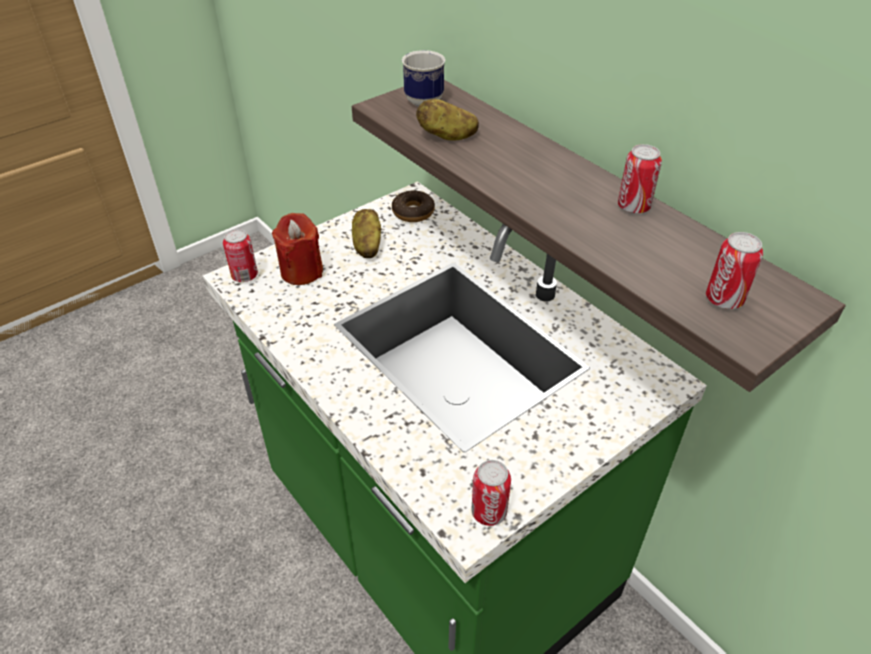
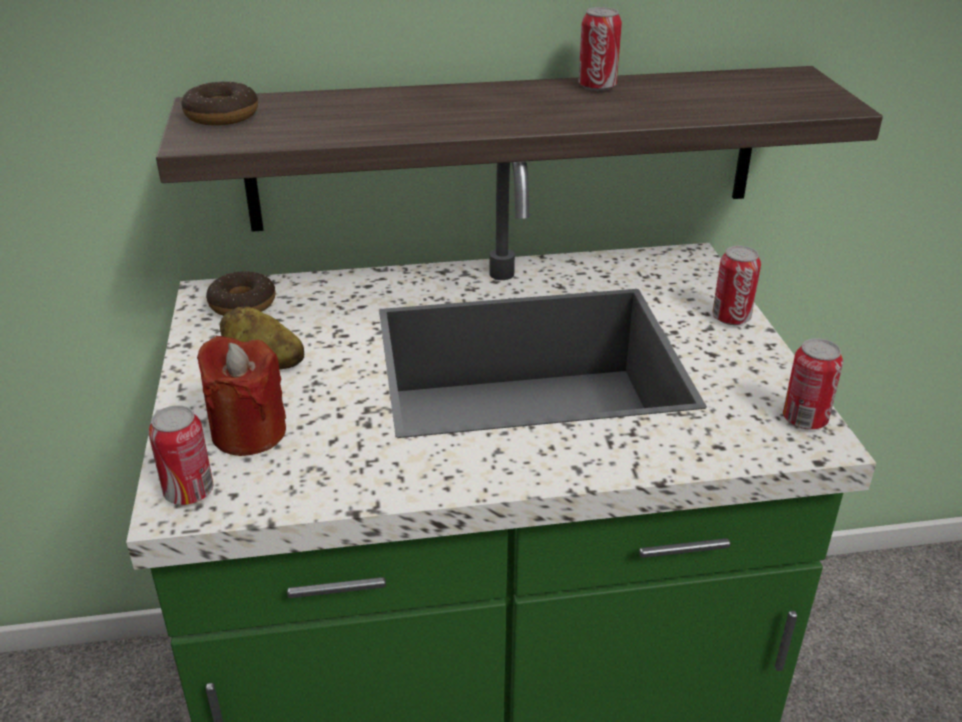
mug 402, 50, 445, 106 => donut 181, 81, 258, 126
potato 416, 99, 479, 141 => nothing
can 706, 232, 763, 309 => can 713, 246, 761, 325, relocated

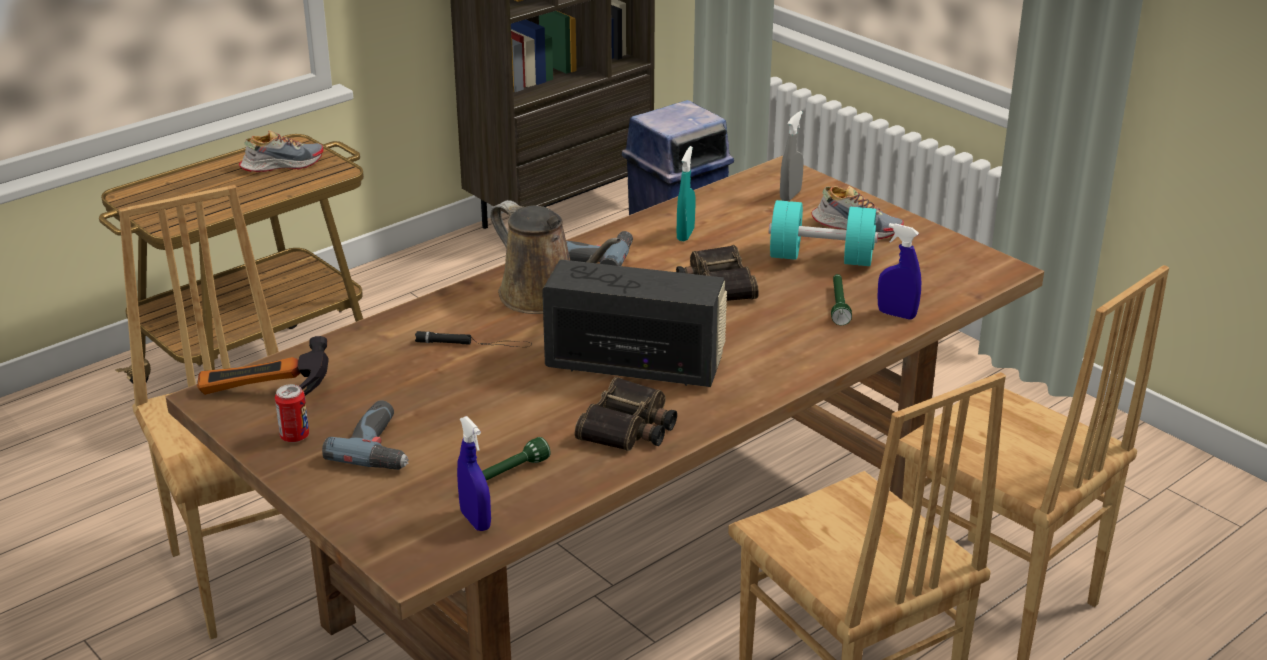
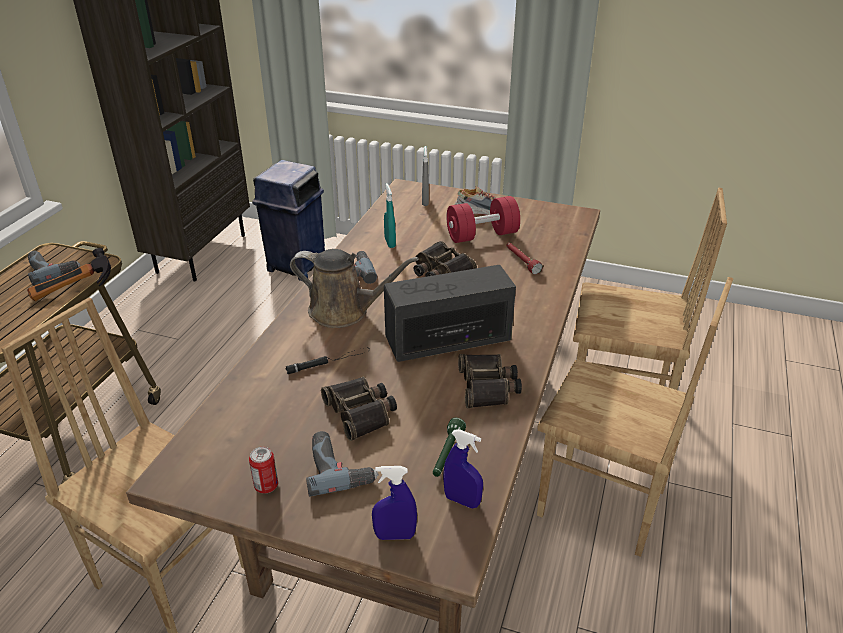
shoe 239, 130, 323, 172 => power_drill 28, 251, 80, 285
turquoise_dumbbell 769, 200, 878, 266 => red_dumbbell 446, 196, 520, 243
blue_spray_bottle 877, 223, 921, 320 => blue_spray_bottle 372, 466, 417, 540, relocated
green_flashlight 831, 274, 852, 325 => red_flashlight 507, 243, 543, 274
hammer 197, 336, 329, 396 => hammer 27, 248, 111, 301, relocated
nothing => binoculars 321, 376, 397, 441

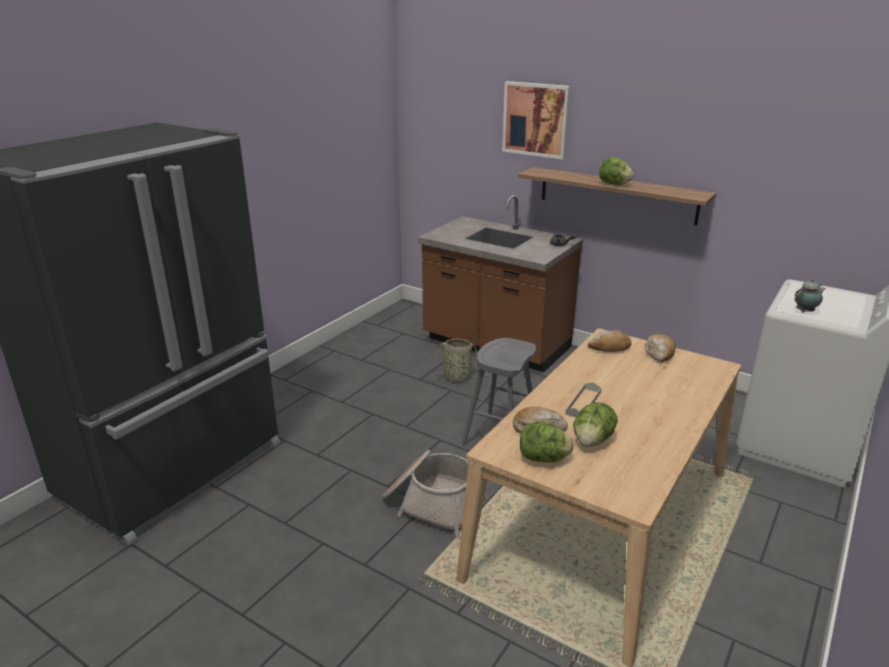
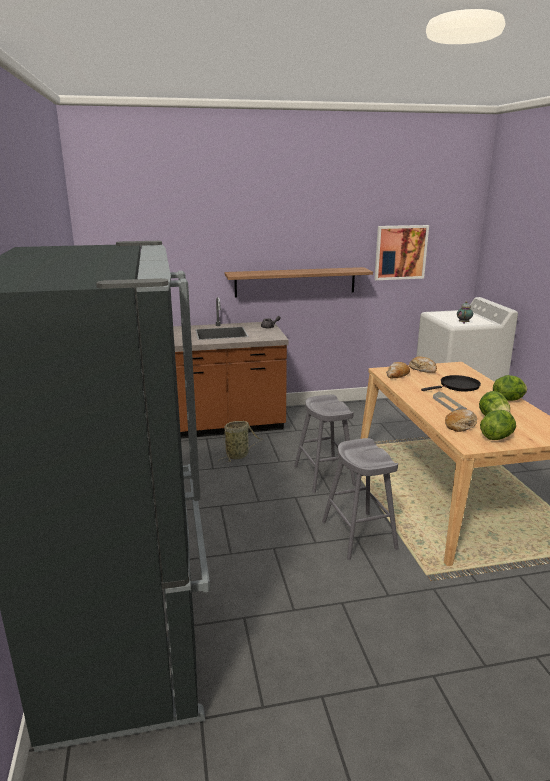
picture 502, 81, 571, 160 => picture 374, 225, 429, 280, relocated
lettuce 599, 157, 634, 185 => lettuce 493, 375, 527, 401, relocated
basket 382, 450, 488, 539 => grey_stool 322, 438, 399, 560
nothing => black_frying_pan 421, 375, 481, 392

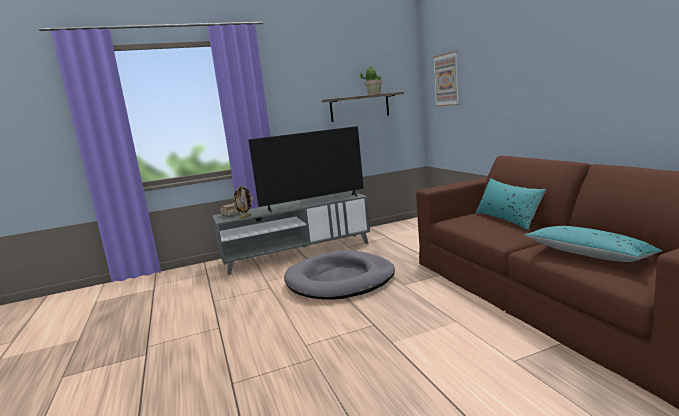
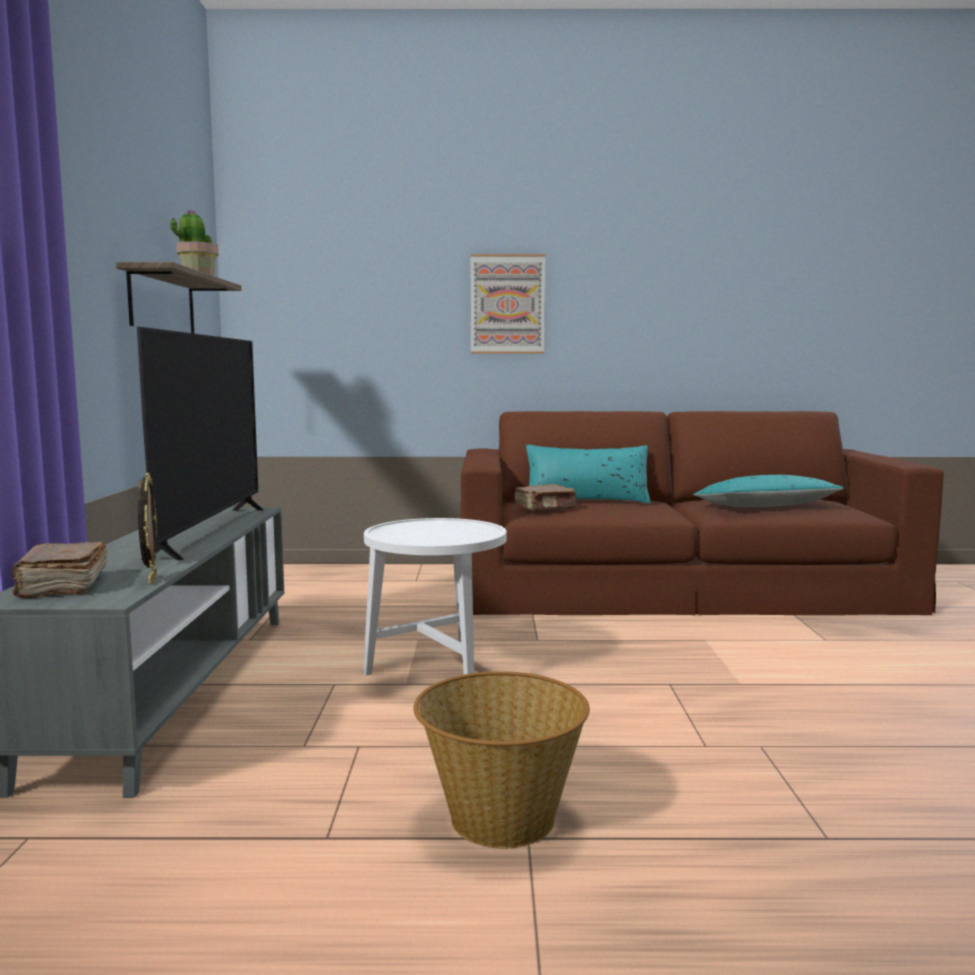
picture 433, 51, 459, 107 => picture 470, 254, 545, 354, relocated
grey_dog_bed 284, 250, 395, 300 => white_side_table 363, 518, 507, 676
nothing => brown_book 515, 484, 577, 510
nothing => basket 414, 671, 590, 848

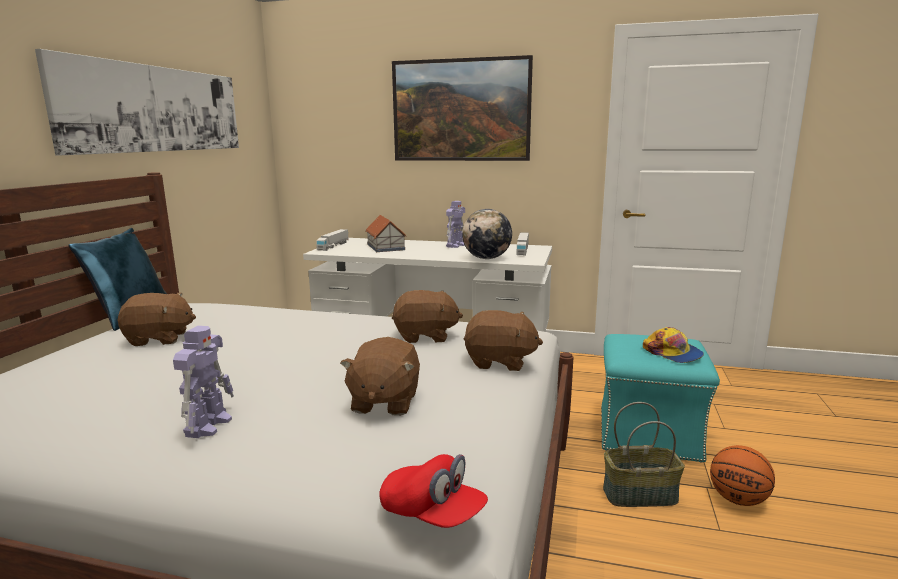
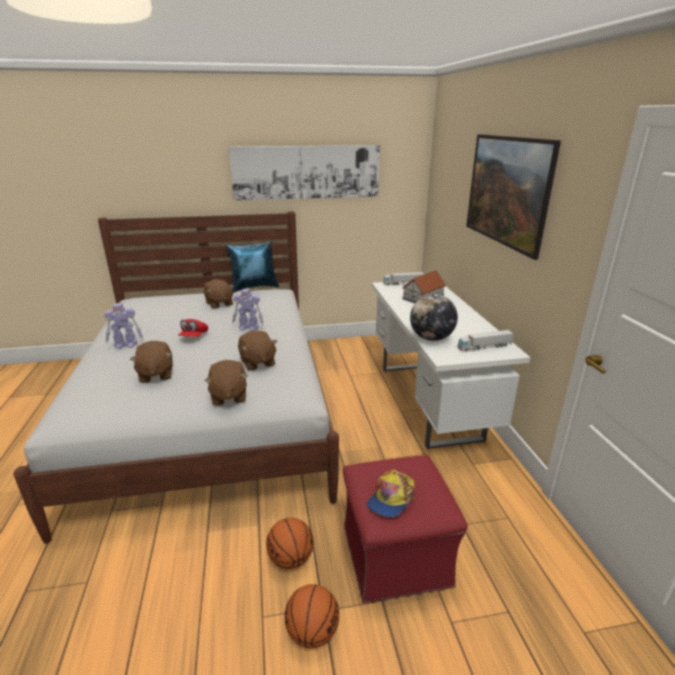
toy_robot 446, 201, 465, 248 => toy_robot 232, 289, 264, 331, relocated
turquoise_ottoman 601, 334, 720, 463 => red_ottoman 343, 455, 468, 603
brown_plush_toy 340, 337, 420, 416 => brown_plush_toy 130, 341, 173, 383, 90 degrees counterclockwise
basket 603, 402, 685, 507 => basketball 266, 518, 313, 569
red_cap 379, 454, 488, 528 => red_cap 178, 319, 208, 337, relocated

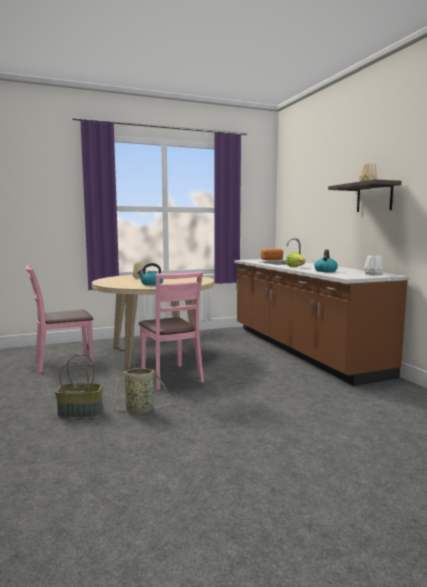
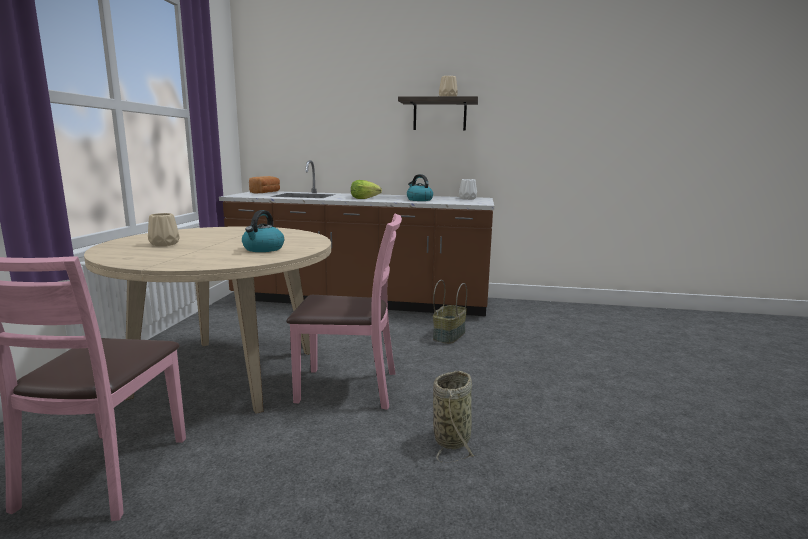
basket 55, 354, 103, 417 => basket 433, 280, 467, 344, relocated

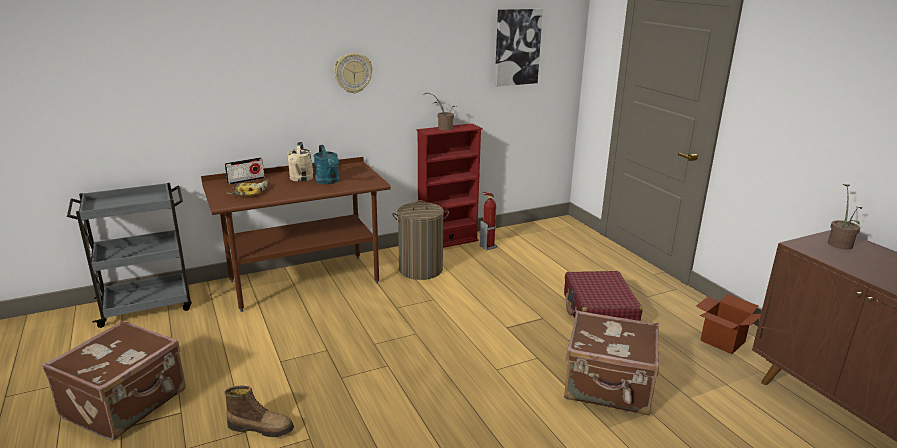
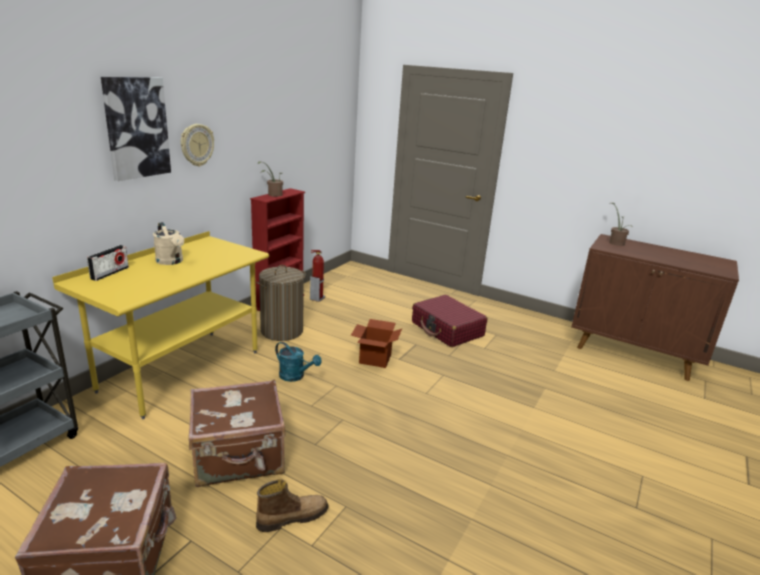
picture 495, 9, 543, 86 => picture 101, 77, 171, 181, relocated
turquoise_watering_can 314, 145, 340, 184 => turquoise_watering_can 275, 342, 322, 382, relocated
brown_desk 201, 157, 391, 312 => yellow_desk 52, 231, 269, 419
power_drill 226, 179, 270, 196 => nothing
cardboard_box 696, 294, 761, 354 => cardboard_box 351, 319, 402, 368, relocated
brown_suitcase 564, 310, 659, 415 => brown_suitcase 189, 380, 285, 487, relocated

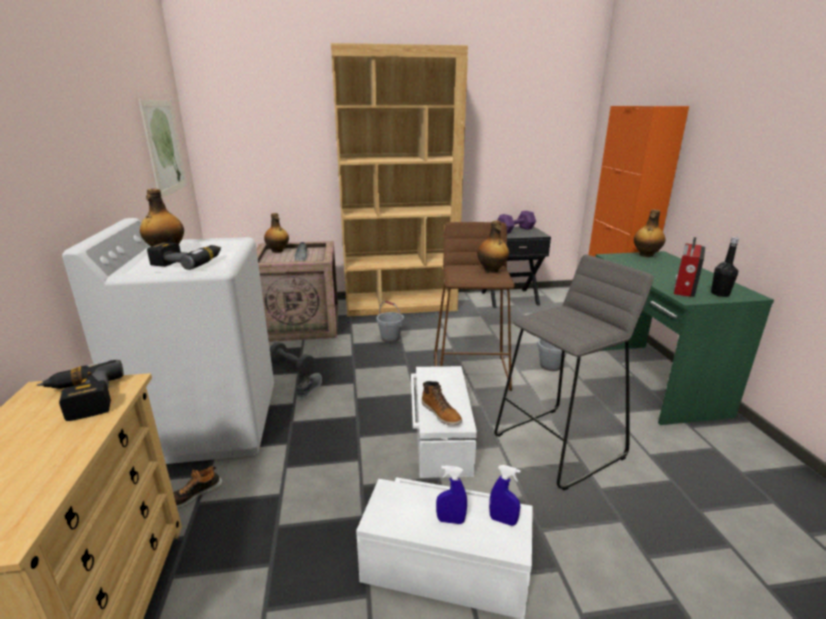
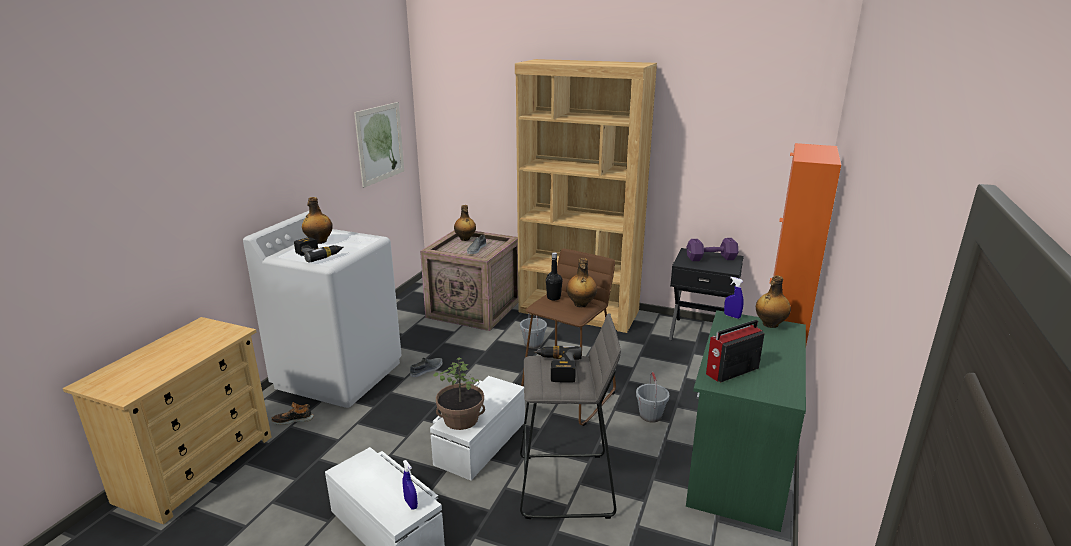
black_bottle 711, 237, 739, 297 => black_bottle 546, 252, 563, 301, relocated
grey_dumbbell 270, 342, 315, 374 => nothing
power_drill 37, 360, 124, 421 => power_drill 533, 346, 582, 383, relocated
boot 422, 381, 462, 425 => potted_plant 433, 358, 485, 430
blue_spray_bottle 436, 465, 467, 524 => blue_spray_bottle 724, 277, 744, 319, relocated

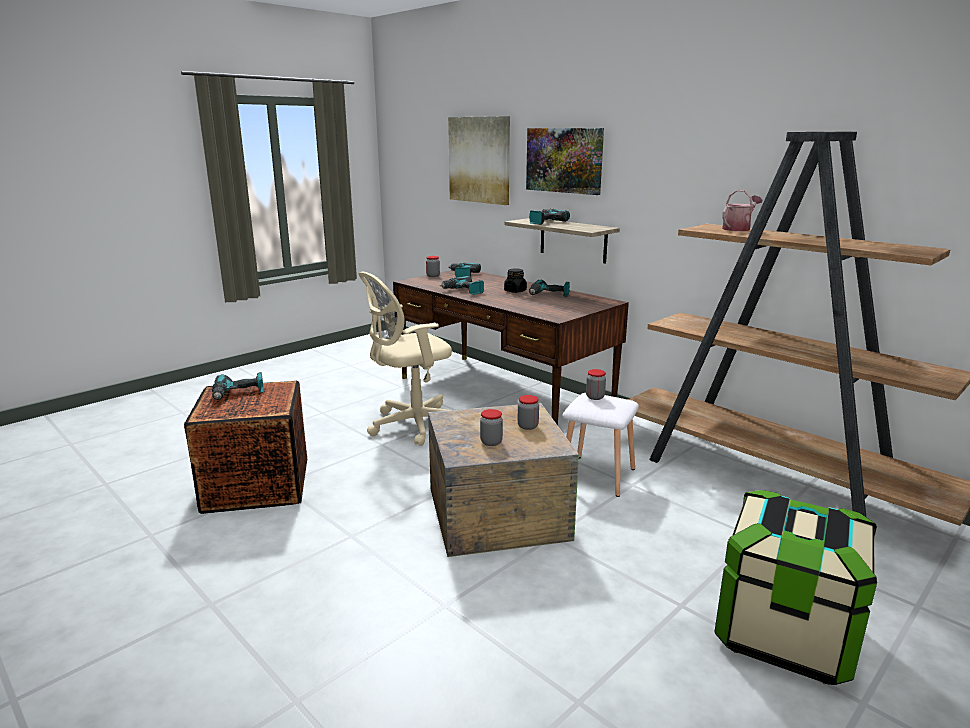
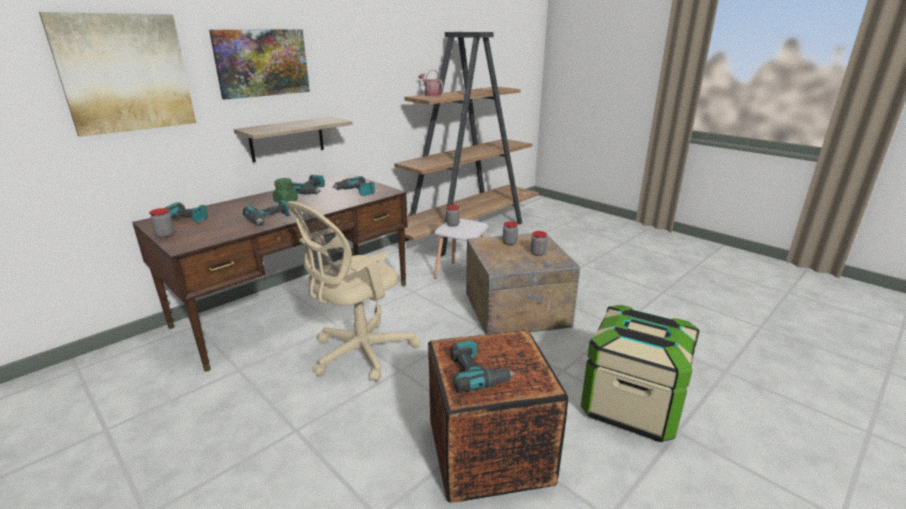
power_drill 529, 209, 570, 225 => power_drill 332, 176, 375, 196, relocated
black_jar 504, 268, 527, 293 => green_jar 273, 178, 298, 203
beige_office_chair 358, 272, 452, 446 => beige_office_chair 286, 201, 421, 382, 75 degrees clockwise
storage_box 714, 490, 877, 685 => storage_box 581, 305, 699, 442, relocated

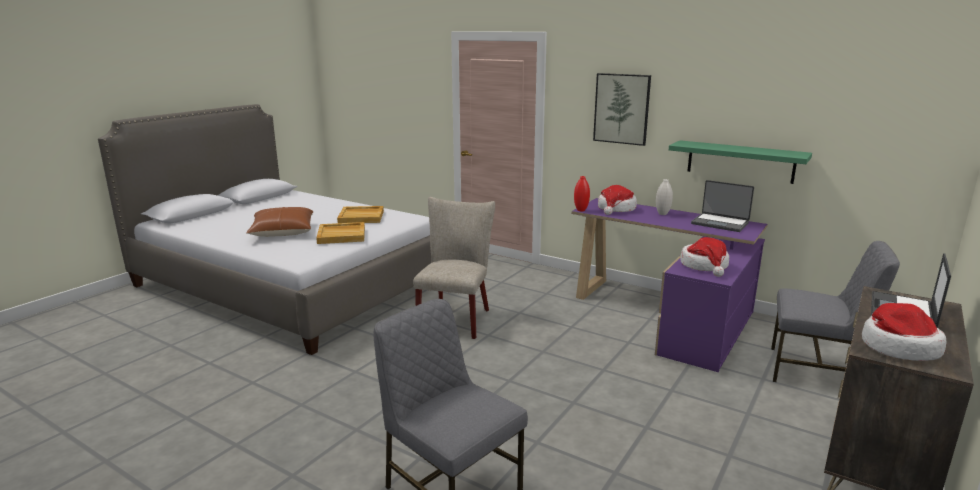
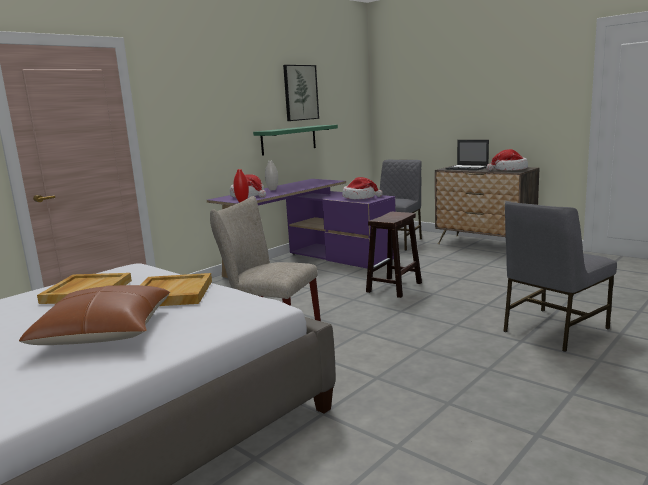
picture 593, 73, 651, 146 => picture 283, 65, 319, 121, relocated
laptop 691, 180, 754, 232 => nothing
nothing => brown_stool 366, 212, 422, 298

